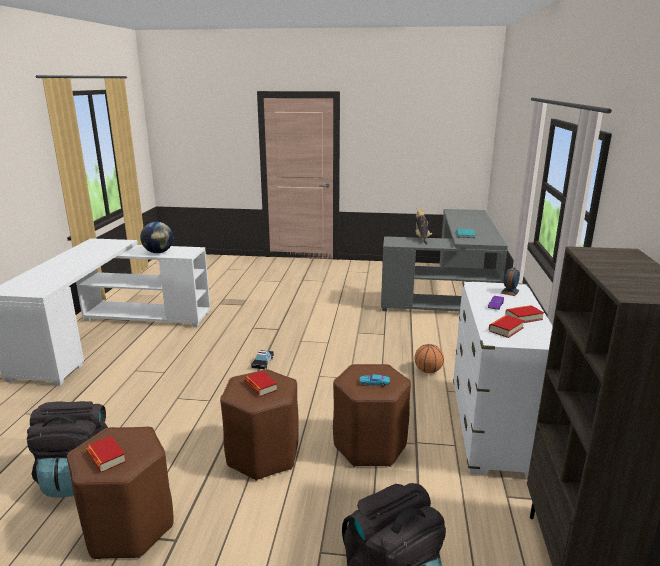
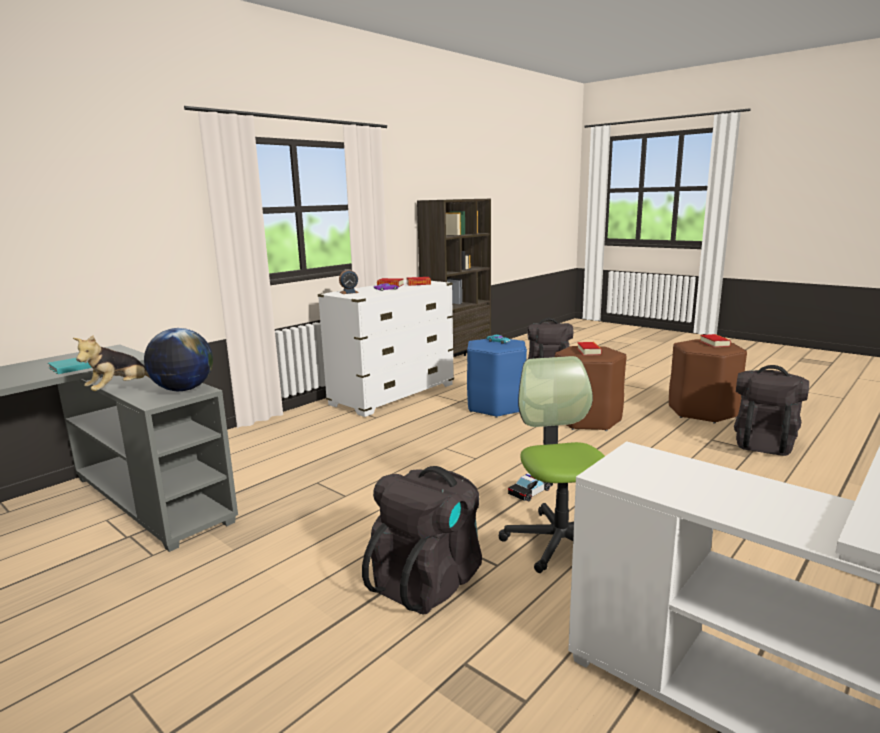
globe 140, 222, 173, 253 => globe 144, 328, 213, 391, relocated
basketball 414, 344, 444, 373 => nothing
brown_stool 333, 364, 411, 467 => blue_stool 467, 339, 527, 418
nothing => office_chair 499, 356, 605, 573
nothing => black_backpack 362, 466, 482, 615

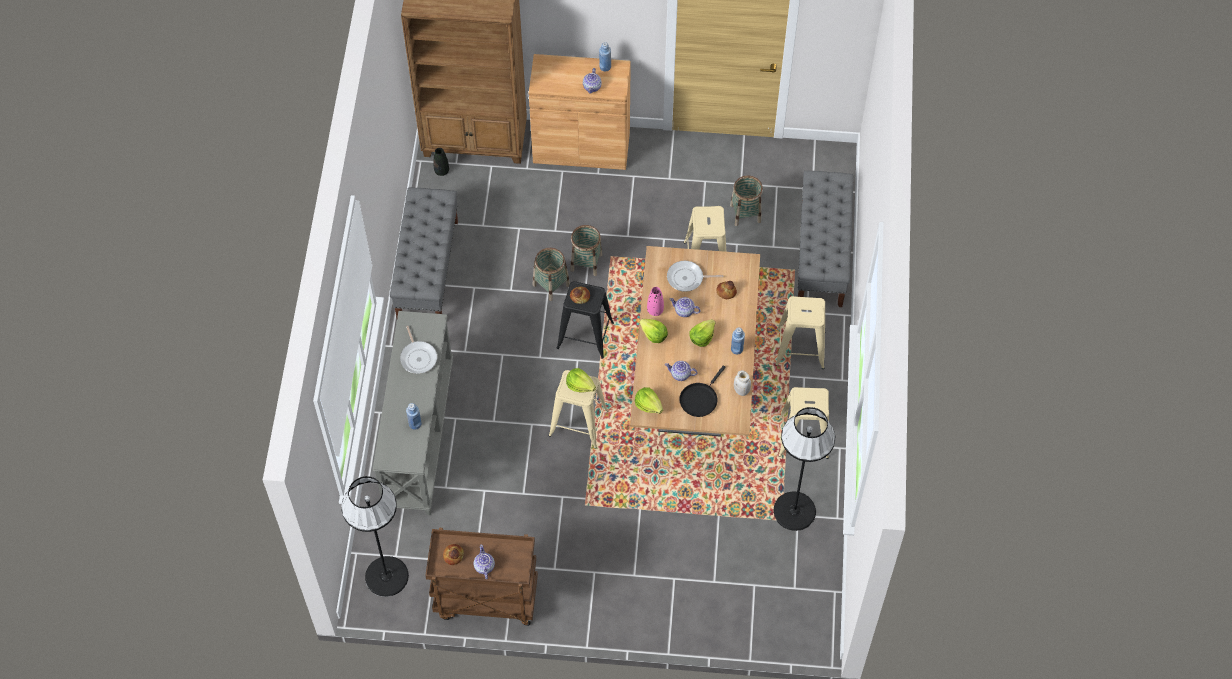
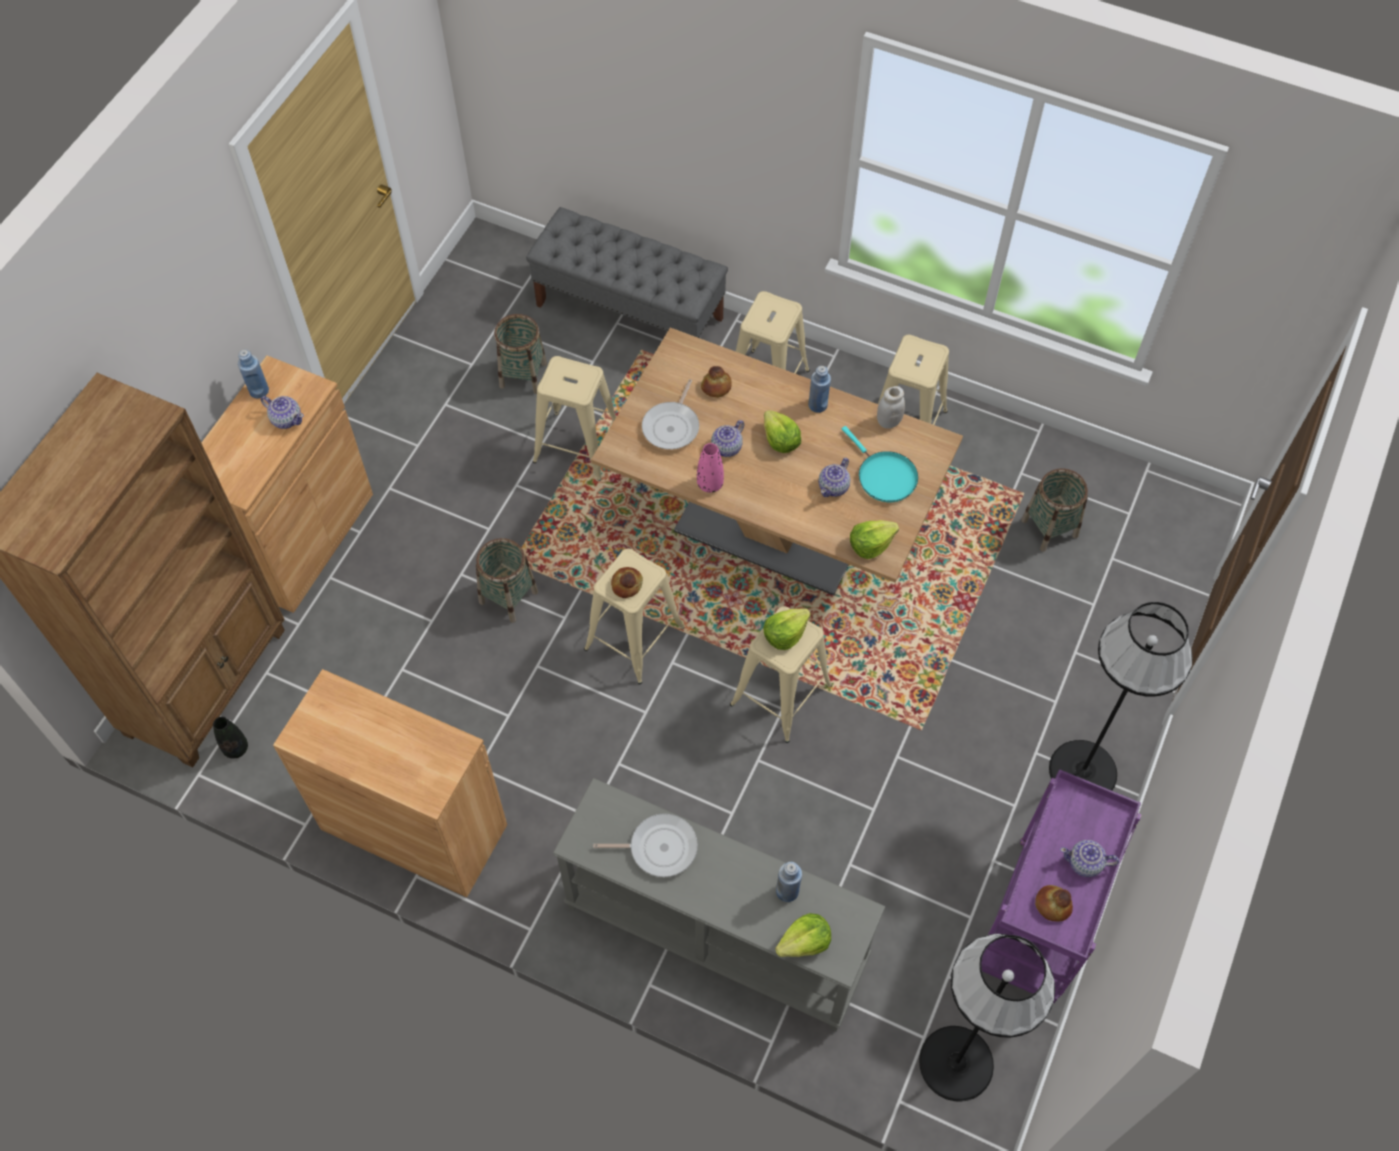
grey_bench 390, 188, 458, 317 => brown_cabinet 273, 669, 507, 897
basket 533, 248, 570, 301 => basket 1021, 468, 1088, 552, relocated
black_stool 557, 281, 614, 359 => beige_stool 584, 548, 684, 684
lettuce 639, 319, 668, 343 => lettuce 775, 913, 831, 957, relocated
black_frying_pan 680, 365, 726, 417 => turquoise_frying_pan 842, 426, 918, 502
black_floor_lamp 774, 407, 835, 531 => black_floor_lamp 1049, 602, 1193, 791, relocated
brown_cart 425, 528, 538, 626 => purple_cart 981, 769, 1142, 1003

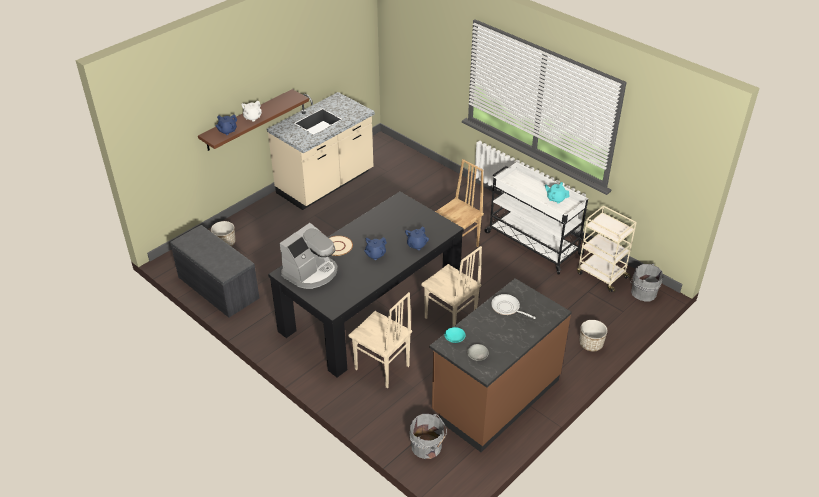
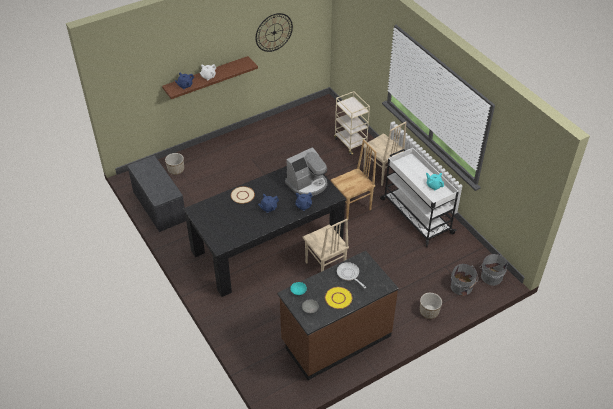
beige_counter 267, 92, 375, 210 => nothing
beige_cart 577, 205, 637, 292 => beige_cart 334, 91, 370, 155, relocated
coffee_machine 280, 223, 338, 289 => coffee_machine 285, 147, 328, 196, relocated
beige_chair 348, 292, 412, 388 => beige_chair 363, 121, 406, 186, relocated
grey_bucket 410, 414, 447, 459 => grey_bucket 450, 264, 478, 296, relocated
nothing => wall_clock 256, 13, 293, 52
nothing => yellow_plate 325, 287, 352, 309

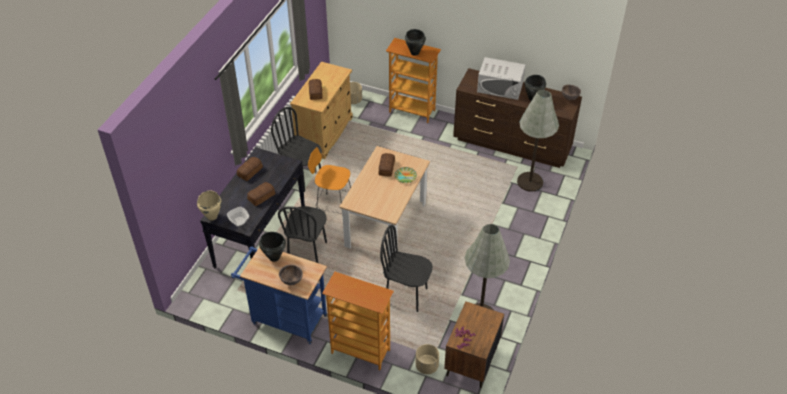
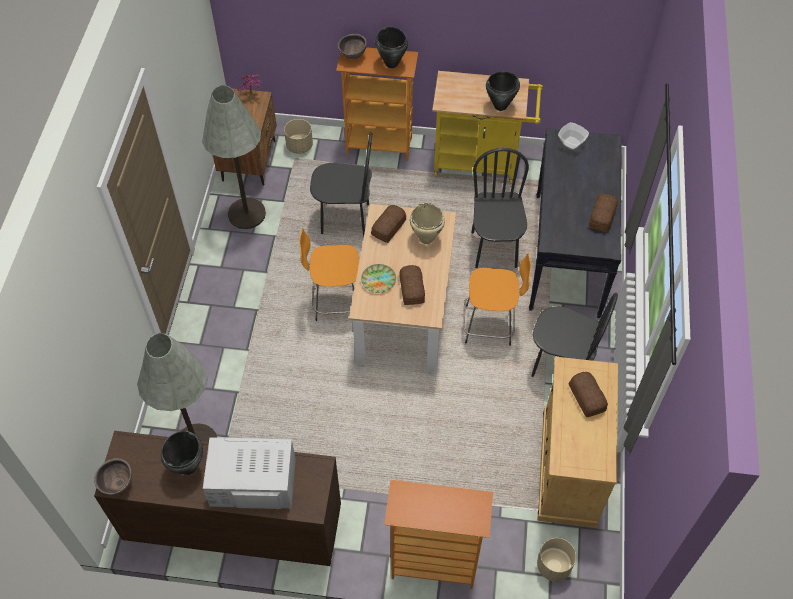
black_cooking_pot 405, 29, 426, 56 => black_cooking_pot 375, 27, 408, 68, relocated
bread 247, 182, 275, 206 => bread 371, 205, 406, 243, relocated
beige_cooking_pot 197, 190, 222, 221 => beige_cooking_pot 410, 203, 445, 244, relocated
blue_cart 231, 247, 327, 344 => yellow_cart 432, 71, 543, 184
brown_bowl 279, 265, 303, 285 => brown_bowl 338, 34, 367, 59, relocated
nothing => orange_stool 299, 228, 359, 321

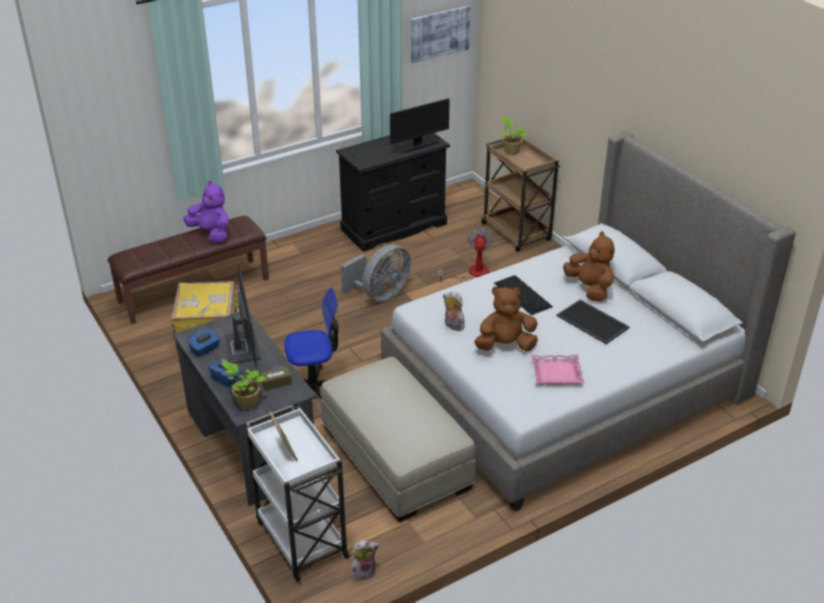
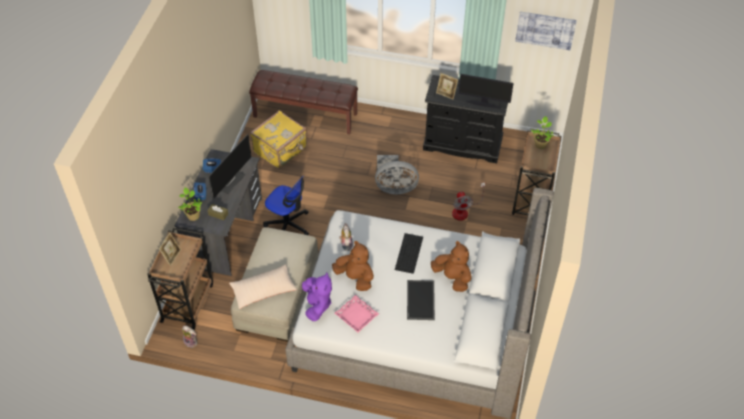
purple_plush_toy 183, 181, 229, 243 => purple_plush_toy 302, 272, 332, 321, relocated
fan 438, 228, 494, 283 => fan 452, 183, 485, 221, 120 degrees clockwise
brown_plush_toy 563, 231, 614, 302 => brown_plush_toy 431, 241, 472, 292, 60 degrees counterclockwise
white_cart 245, 405, 351, 582 => brown_cart 147, 228, 213, 329
nothing => picture_frame 436, 73, 458, 99
nothing => beige_pillow 229, 264, 297, 309

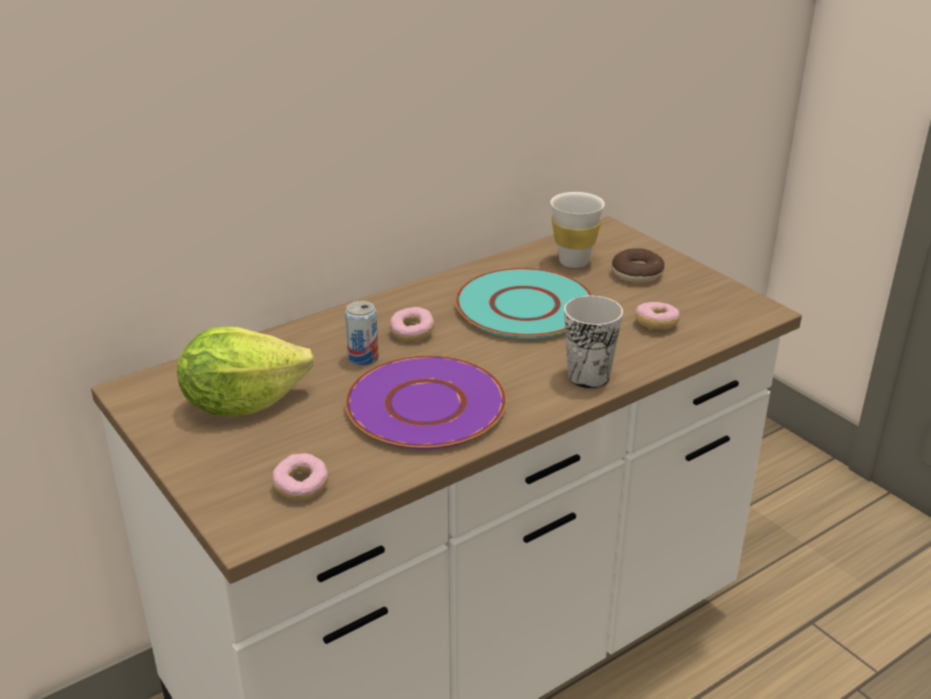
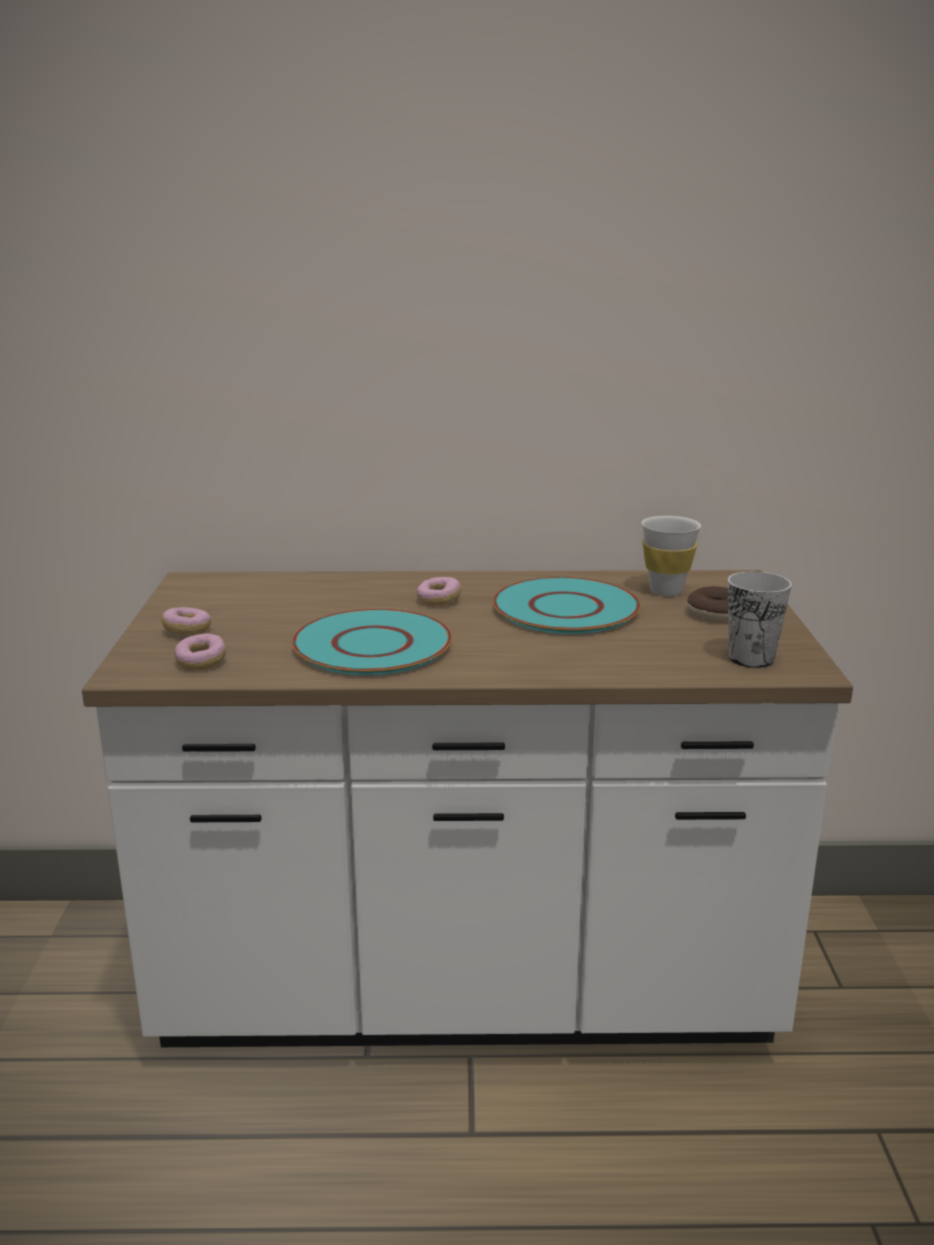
cup 564, 296, 623, 388 => cup 728, 571, 792, 668, relocated
can 345, 301, 379, 365 => nothing
donut 635, 302, 680, 329 => donut 162, 607, 211, 635, relocated
lettuce 177, 327, 314, 416 => nothing
purple_plate 345, 356, 507, 449 => turquoise_plate 292, 609, 452, 675

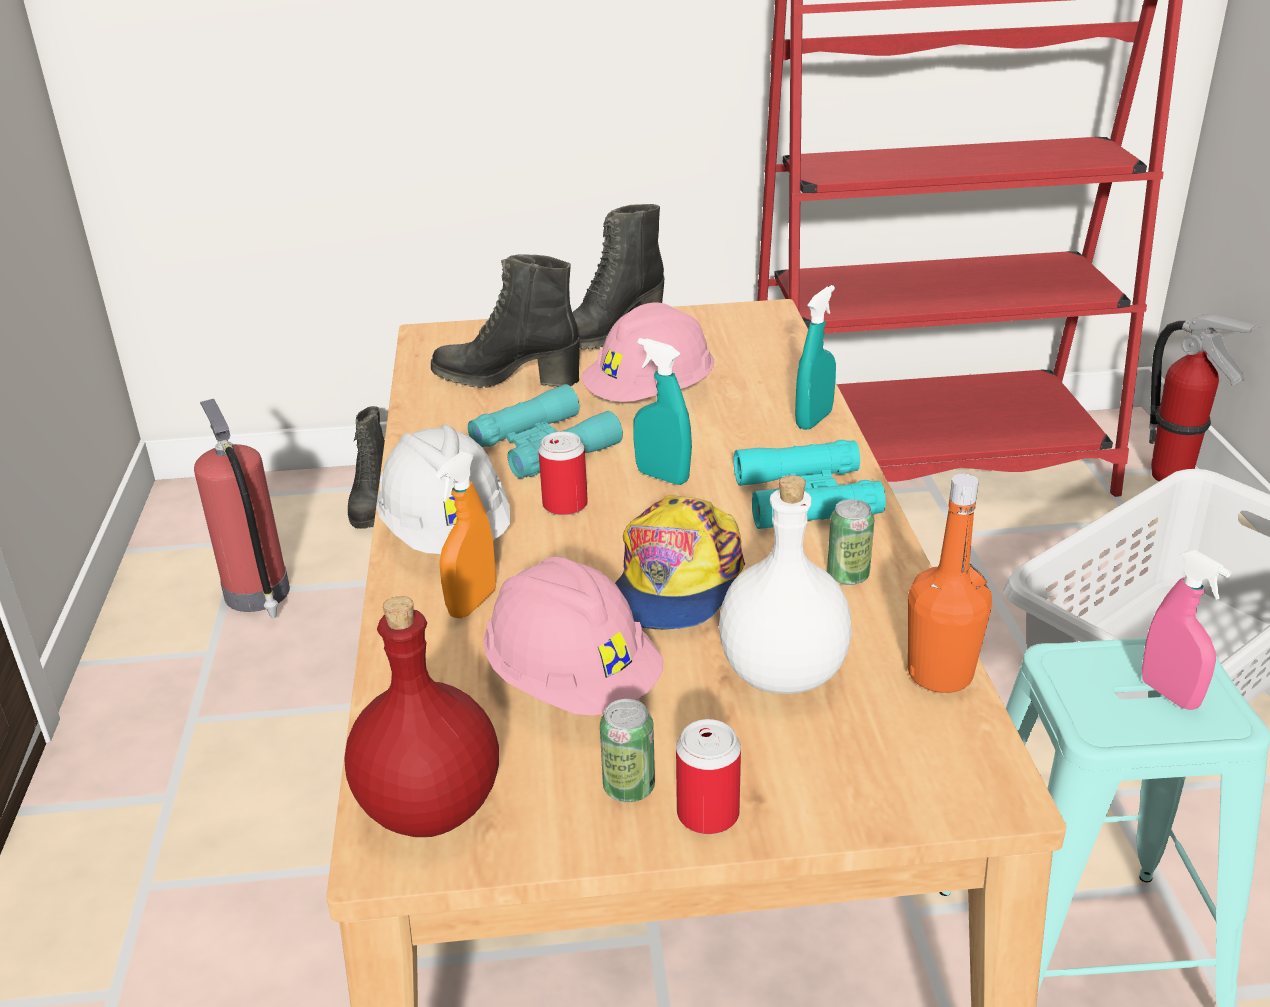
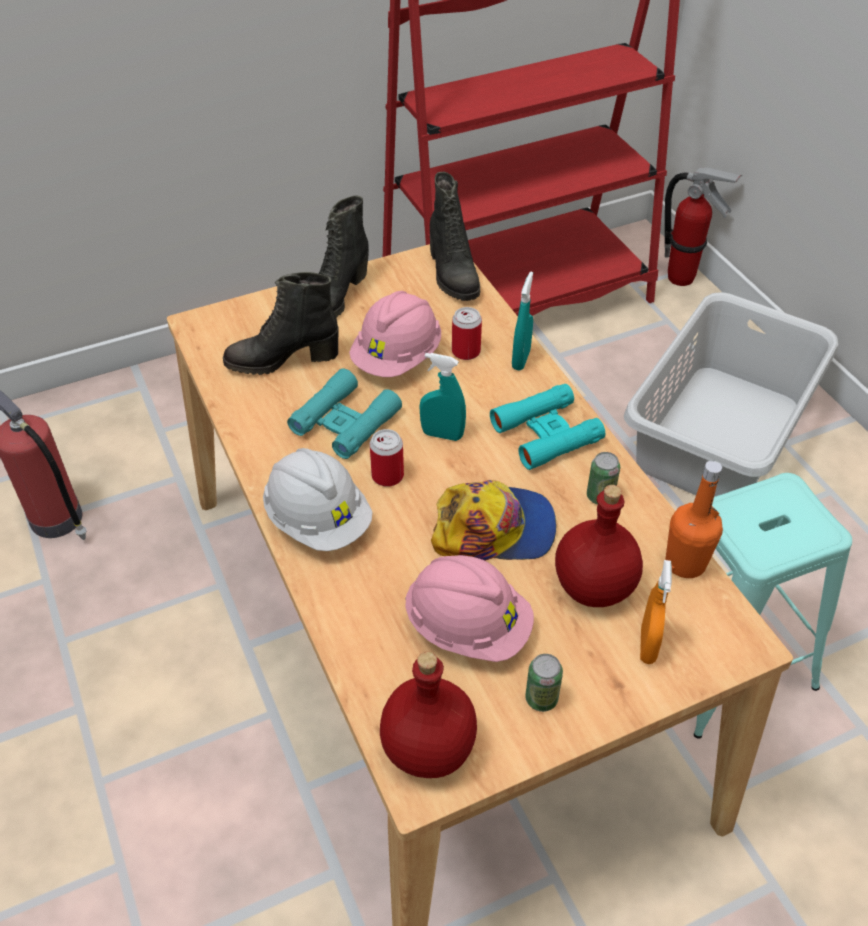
black_boot 348, 406, 385, 529 => black_boot 430, 172, 480, 301, relocated
orange_spray_bottle 435, 452, 496, 618 => orange_spray_bottle 640, 560, 672, 664, relocated
white_bottle 719, 475, 852, 694 => red_bottle 555, 485, 643, 607
cap 615, 495, 745, 630 => cap 431, 480, 556, 561, 90 degrees counterclockwise
pink_spray_bottle 1142, 550, 1231, 710 => nothing
can 676, 719, 741, 835 => can 452, 307, 482, 360, relocated

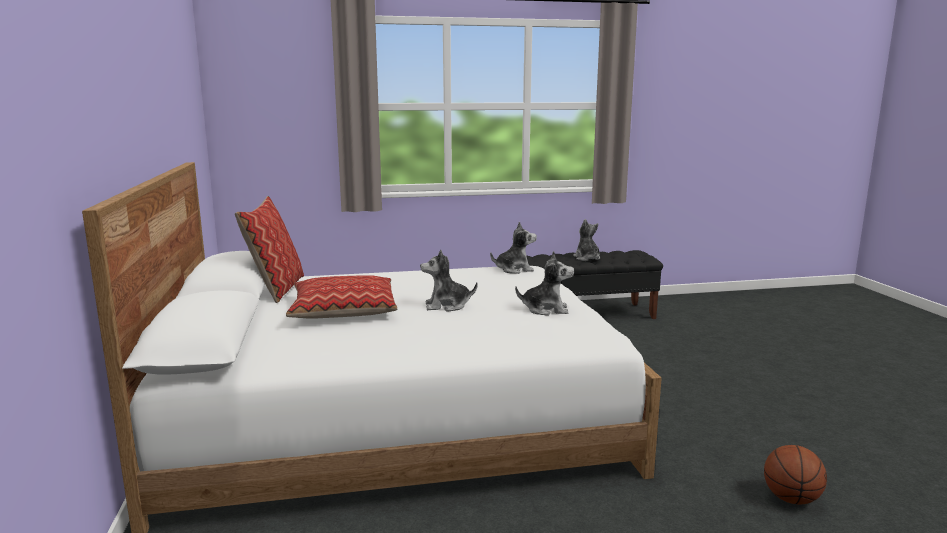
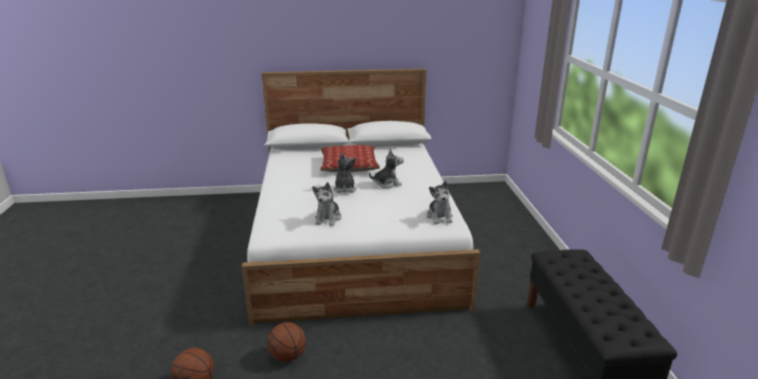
pillow 235, 196, 304, 303 => nothing
plush_toy 573, 219, 600, 261 => plush_toy 369, 149, 404, 188, relocated
nothing => basketball 267, 322, 306, 362

